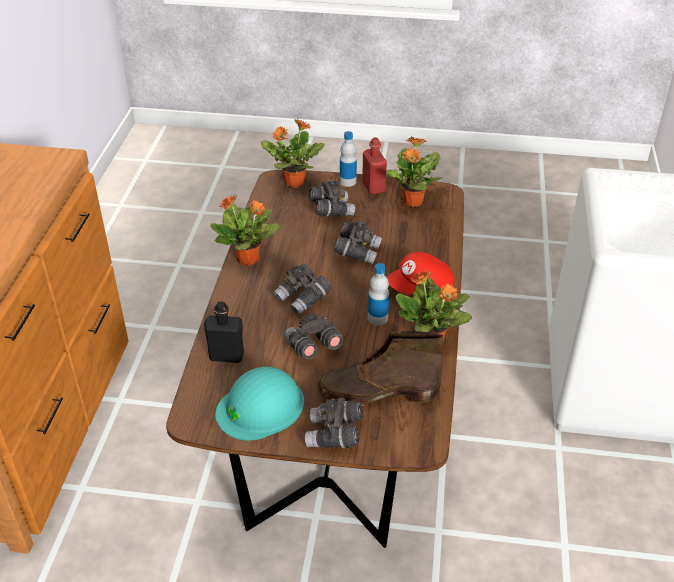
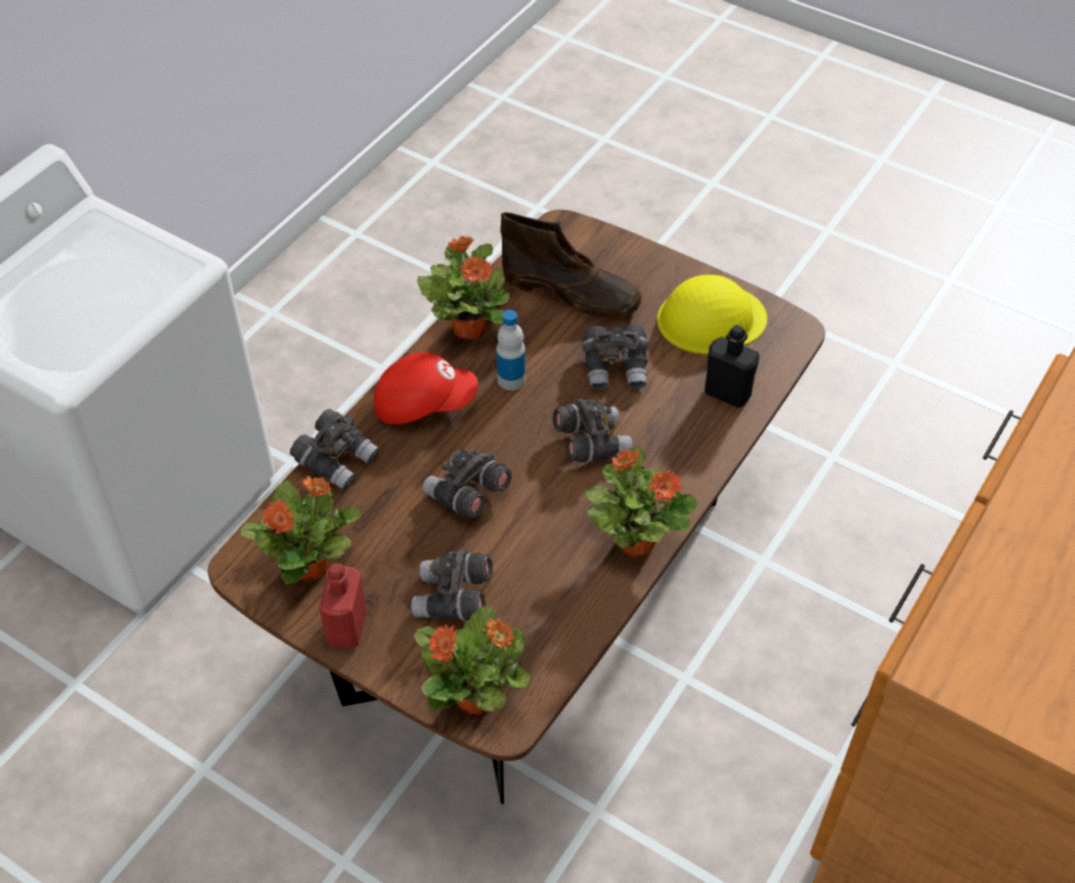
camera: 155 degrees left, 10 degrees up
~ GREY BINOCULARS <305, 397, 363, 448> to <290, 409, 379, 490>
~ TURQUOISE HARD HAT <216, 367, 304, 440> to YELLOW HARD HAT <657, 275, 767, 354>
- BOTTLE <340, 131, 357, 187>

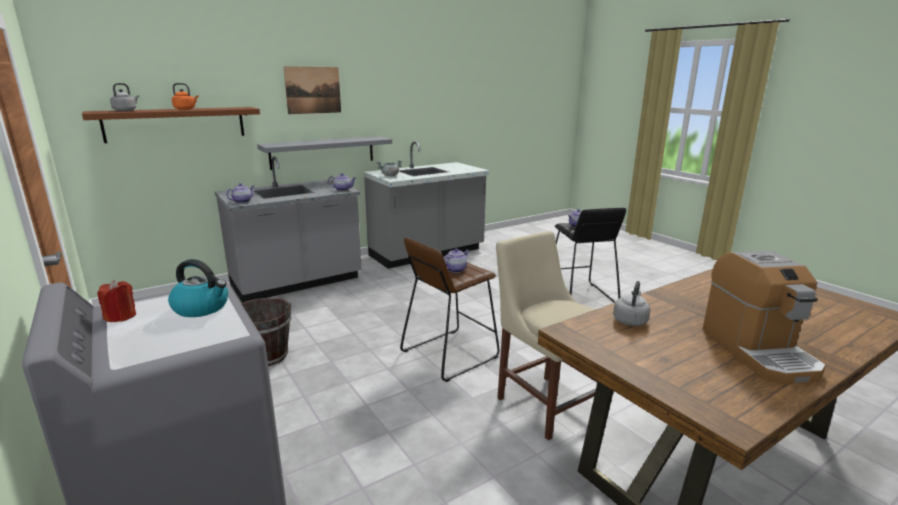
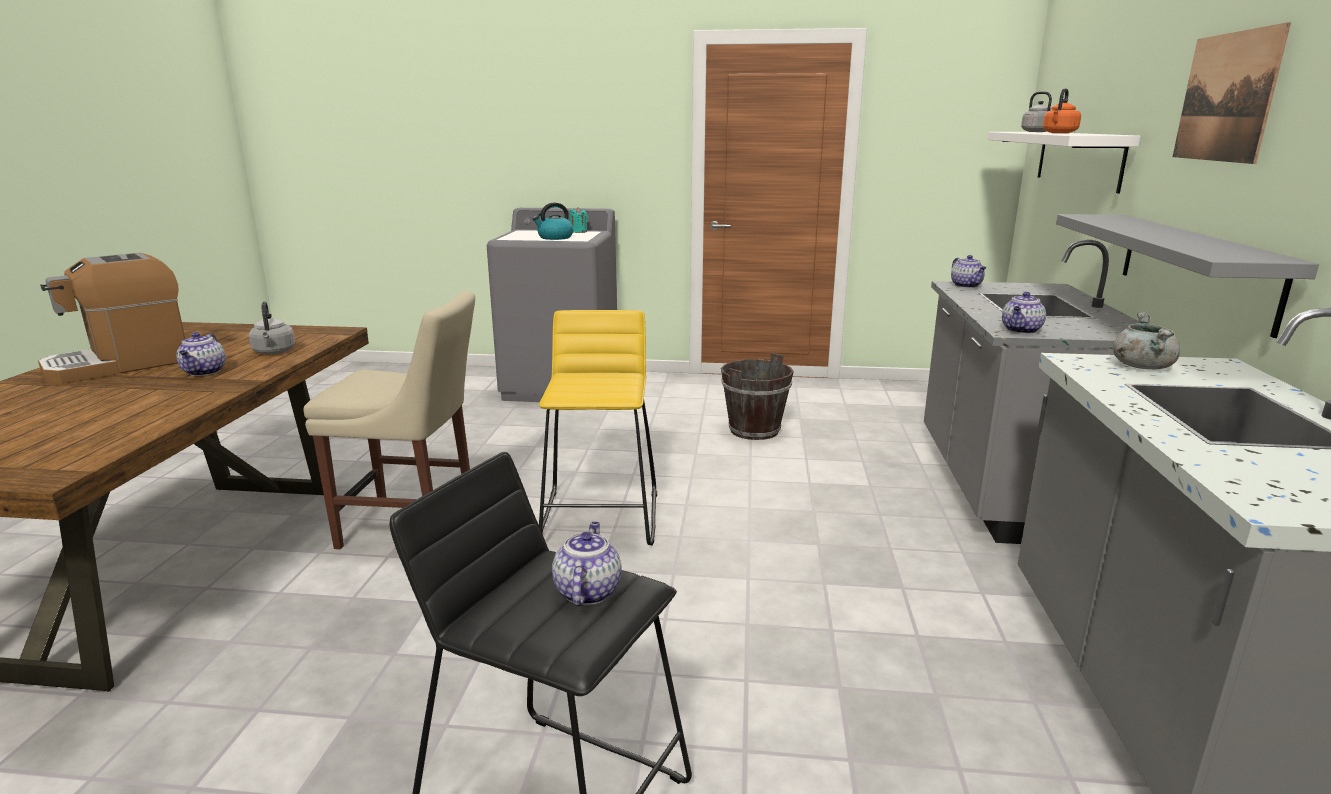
camera: 130 degrees right, 0 degrees up
~ COFFEE MACHINE <702, 251, 826, 384> = <38, 253, 185, 384> 75 degrees counterclockwise
~ TEAPOT <444, 249, 470, 273> to <176, 332, 225, 376>
~ BROWN STOOL <400, 238, 500, 382> to YELLOW STOOL <539, 310, 657, 545>
~ RED CANDLE <97, 280, 136, 322> to TURQUOISE CANDLE <570, 207, 588, 233>
~ BROWN SHELF <82, 107, 260, 143> to WHITE SHELF <988, 132, 1140, 193>

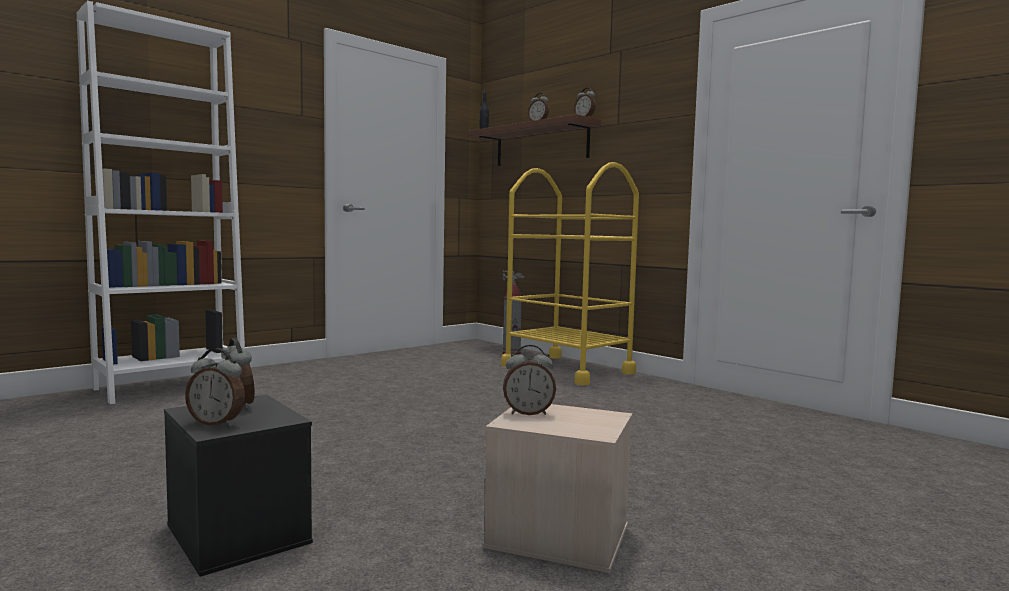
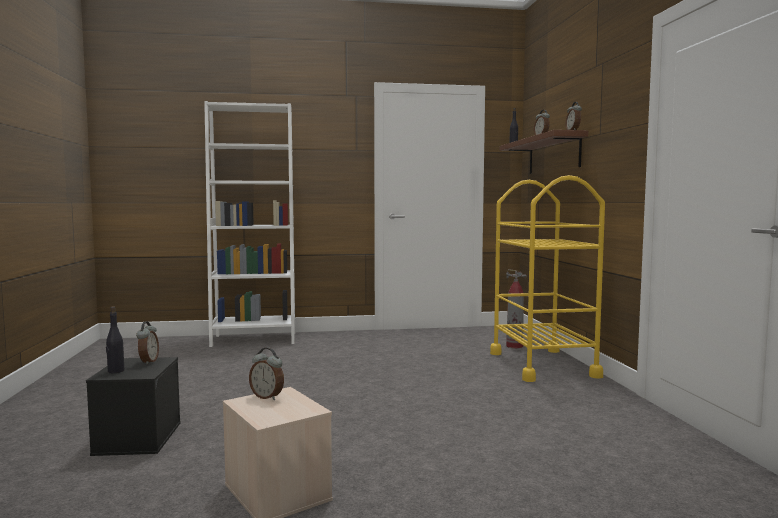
camera: 35 degrees right, 0 degrees up
~ ALARM CLOCK <185, 348, 245, 426> to BLACK BOTTLE <106, 306, 124, 373>

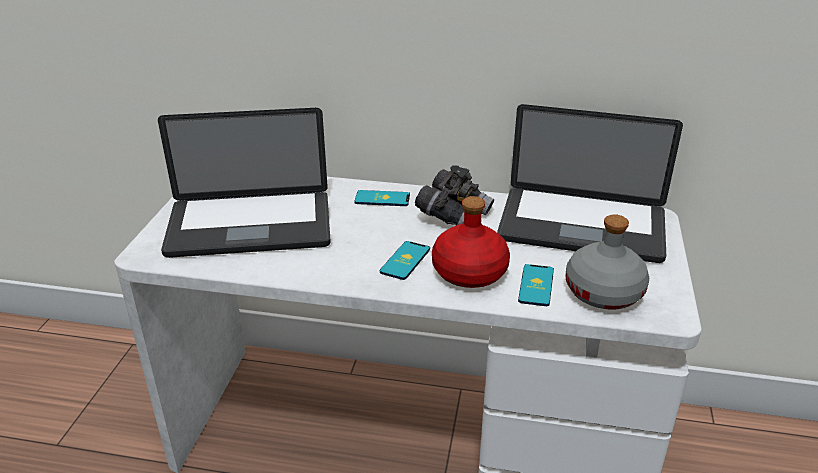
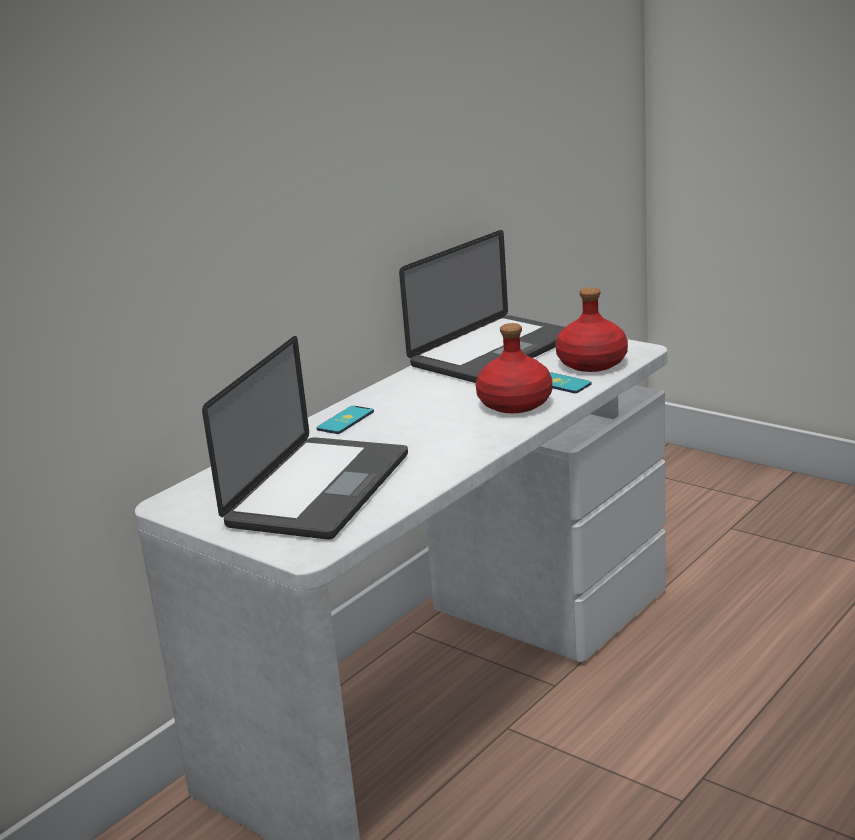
camera: 60 degrees left, 10 degrees down
~ GREY BOTTLE <566, 214, 649, 310> to RED BOTTLE <555, 287, 628, 372>
- PHONE <380, 241, 430, 280>
- GREY BINOCULARS <415, 165, 494, 225>

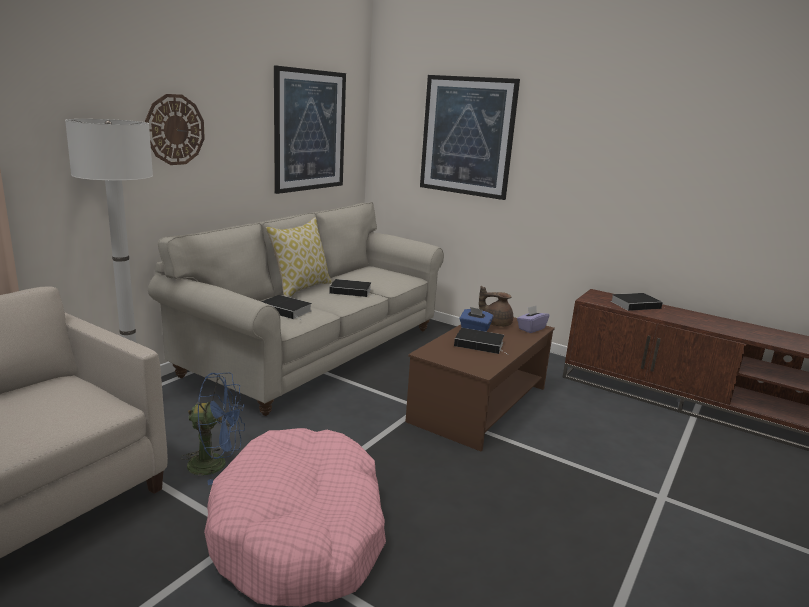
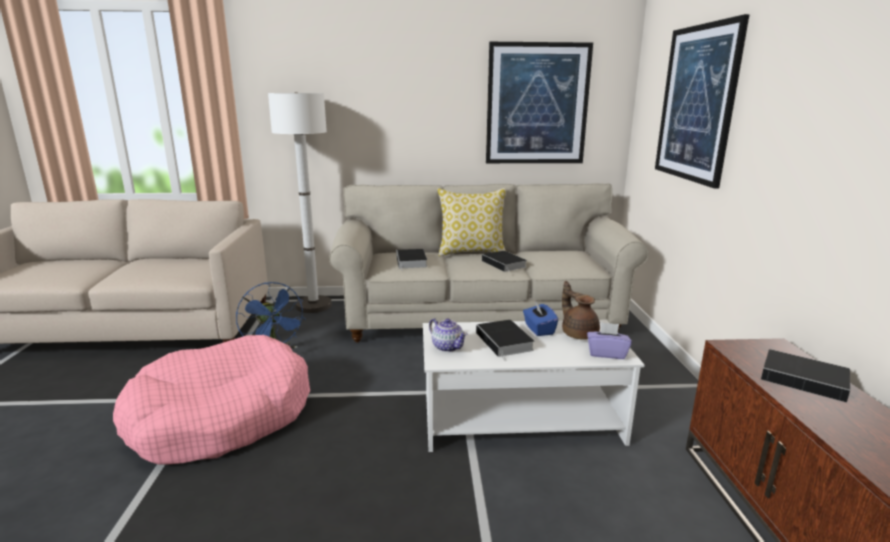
camera: 55 degrees right, 0 degrees up
~ BROWN COFFEE TABLE <405, 317, 555, 451> to WHITE COFFEE TABLE <423, 320, 645, 452>
+ TEAPOT <429, 318, 467, 352>
- WALL CLOCK <145, 94, 205, 165>

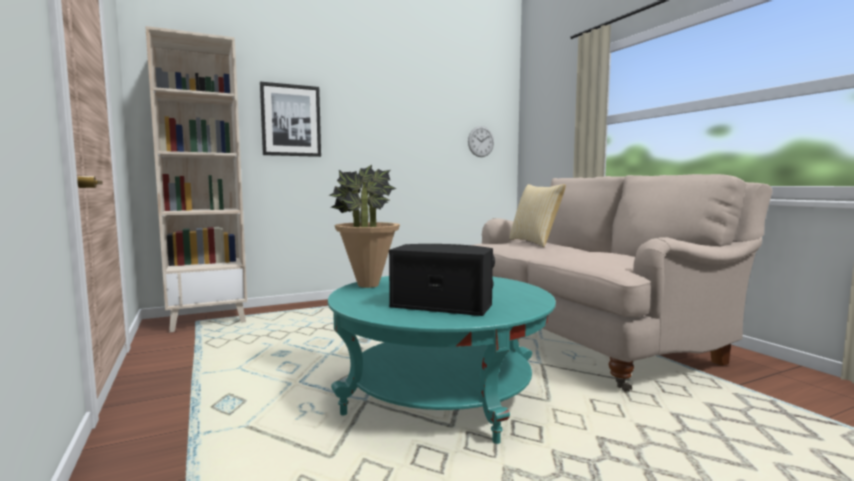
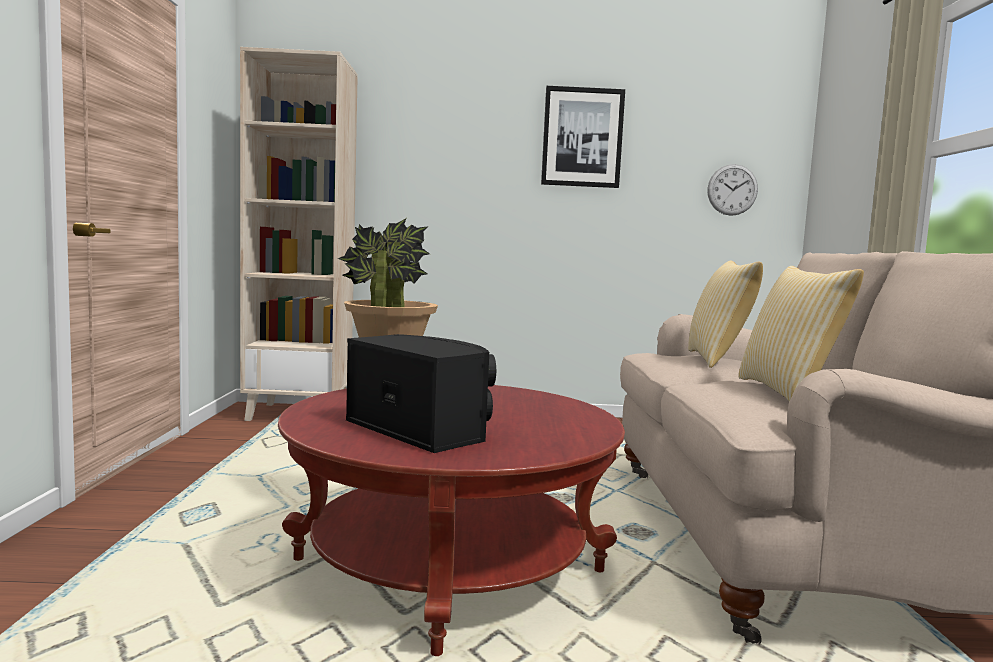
camera: 25 degrees right, 0 degrees up
~ TURQUOISE COFFEE TABLE <328, 276, 556, 444> to RED COFFEE TABLE <278, 385, 625, 656>
~ PICTURE <260, 82, 321, 157> to <541, 86, 625, 188>
+ PILLOW <738, 266, 864, 402>

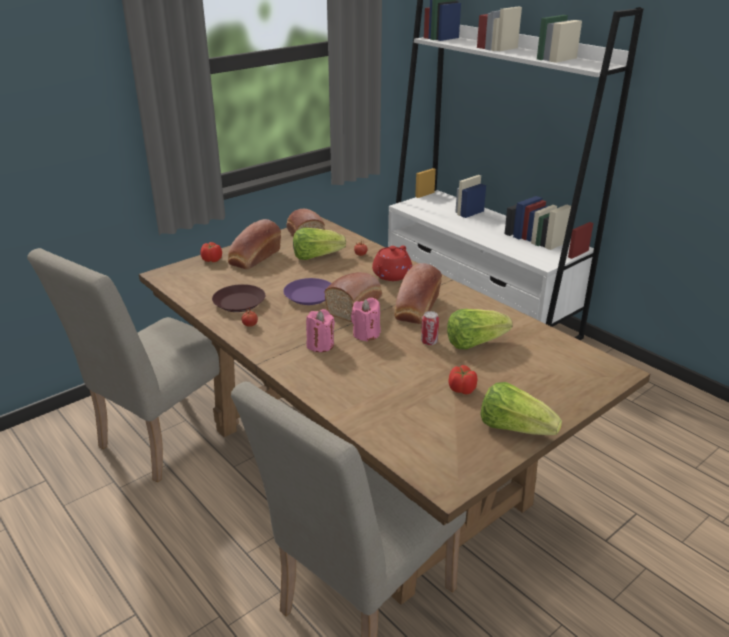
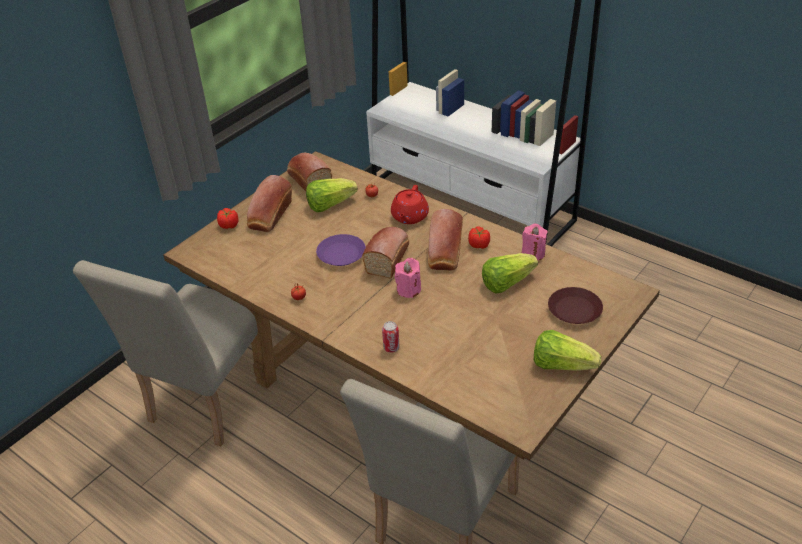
camera: 10 degrees left, 10 degrees up
~ CAN <421, 311, 439, 345> to <382, 321, 400, 353>
~ TOMATO <449, 365, 477, 394> to <468, 226, 490, 249>
~ PINK CANDLE <306, 309, 335, 352> to <522, 224, 548, 260>
~ BROWN PLATE <212, 284, 265, 312> to <548, 287, 603, 324>

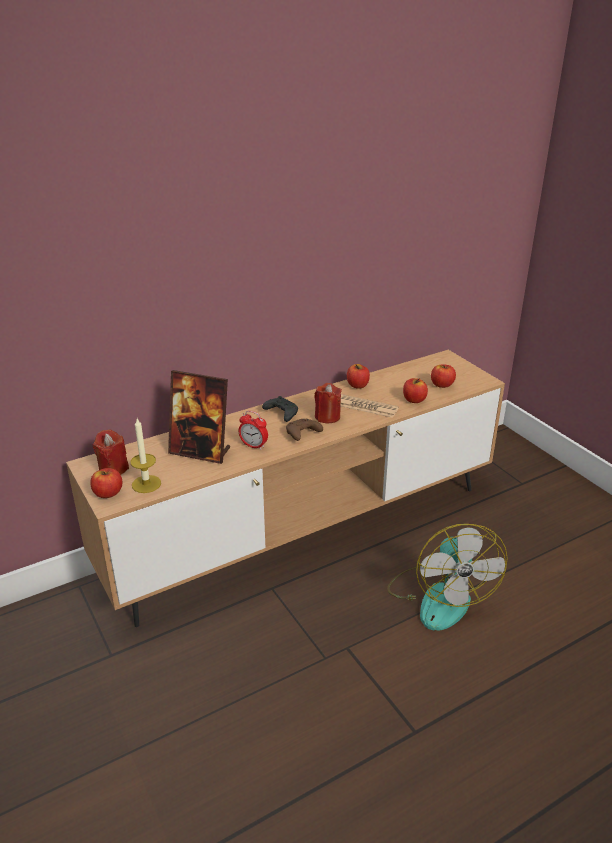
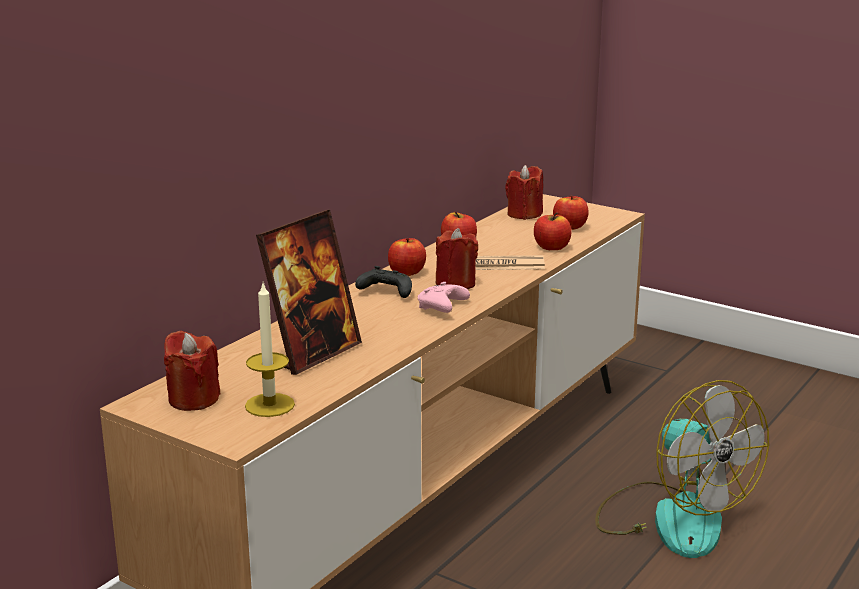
camera: 25 degrees left, 10 degrees down
~ PICTURE FRAME <168, 370, 230, 464> = <256, 210, 362, 375> 45 degrees counterclockwise
~ APPLE <90, 468, 122, 498> to <388, 238, 426, 276>
~ BROWN GAME CONTROLLER <286, 419, 323, 441> to PINK GAME CONTROLLER <418, 282, 470, 313>
+ RED CANDLE <505, 165, 543, 220>
- ALARM CLOCK <238, 411, 268, 450>

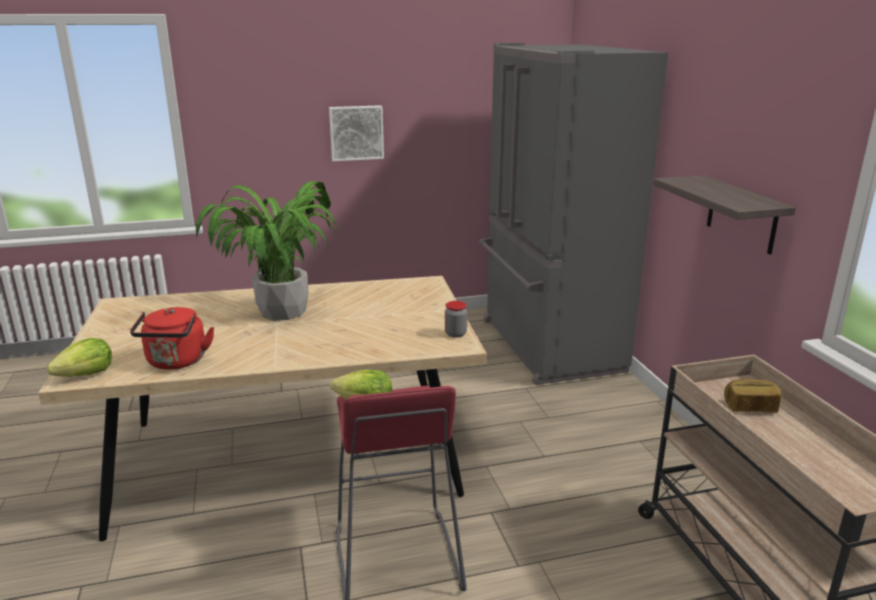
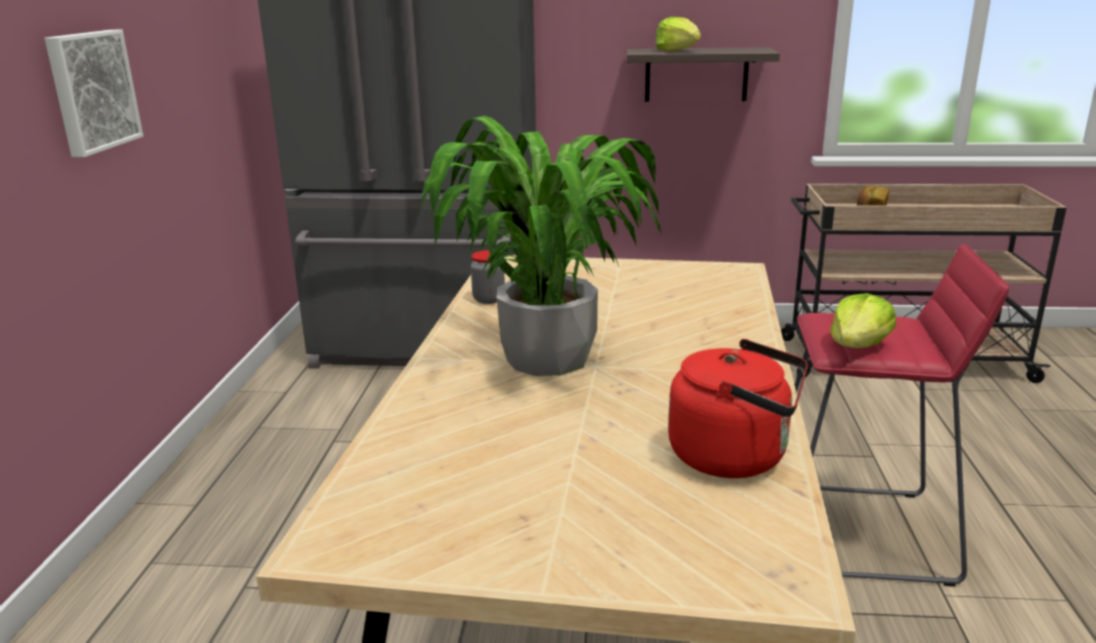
camera: 70 degrees left, 0 degrees up
~ JAR <445, 301, 467, 338> to <471, 250, 505, 304>
~ LETTUCE <46, 338, 112, 377> to <656, 17, 701, 51>

